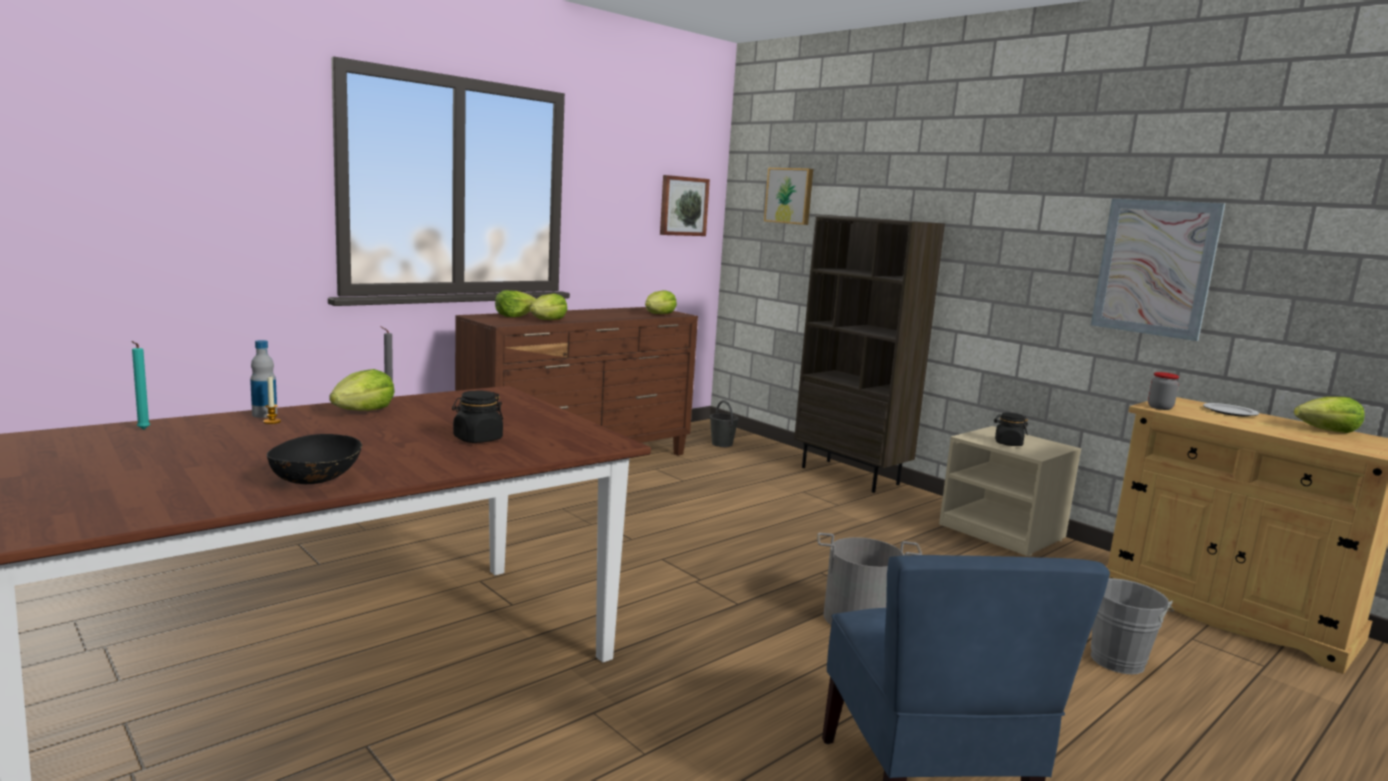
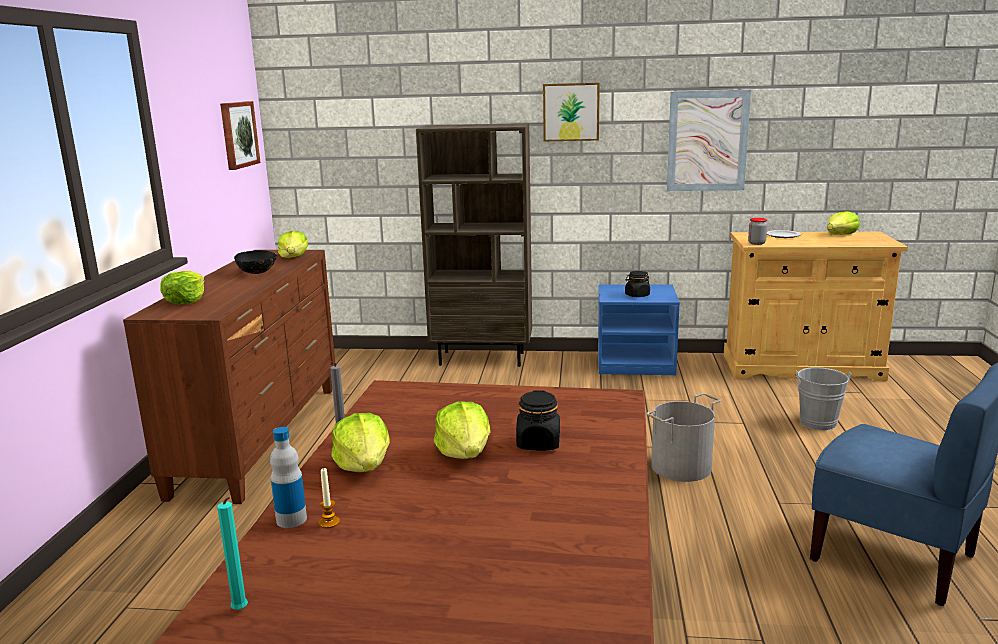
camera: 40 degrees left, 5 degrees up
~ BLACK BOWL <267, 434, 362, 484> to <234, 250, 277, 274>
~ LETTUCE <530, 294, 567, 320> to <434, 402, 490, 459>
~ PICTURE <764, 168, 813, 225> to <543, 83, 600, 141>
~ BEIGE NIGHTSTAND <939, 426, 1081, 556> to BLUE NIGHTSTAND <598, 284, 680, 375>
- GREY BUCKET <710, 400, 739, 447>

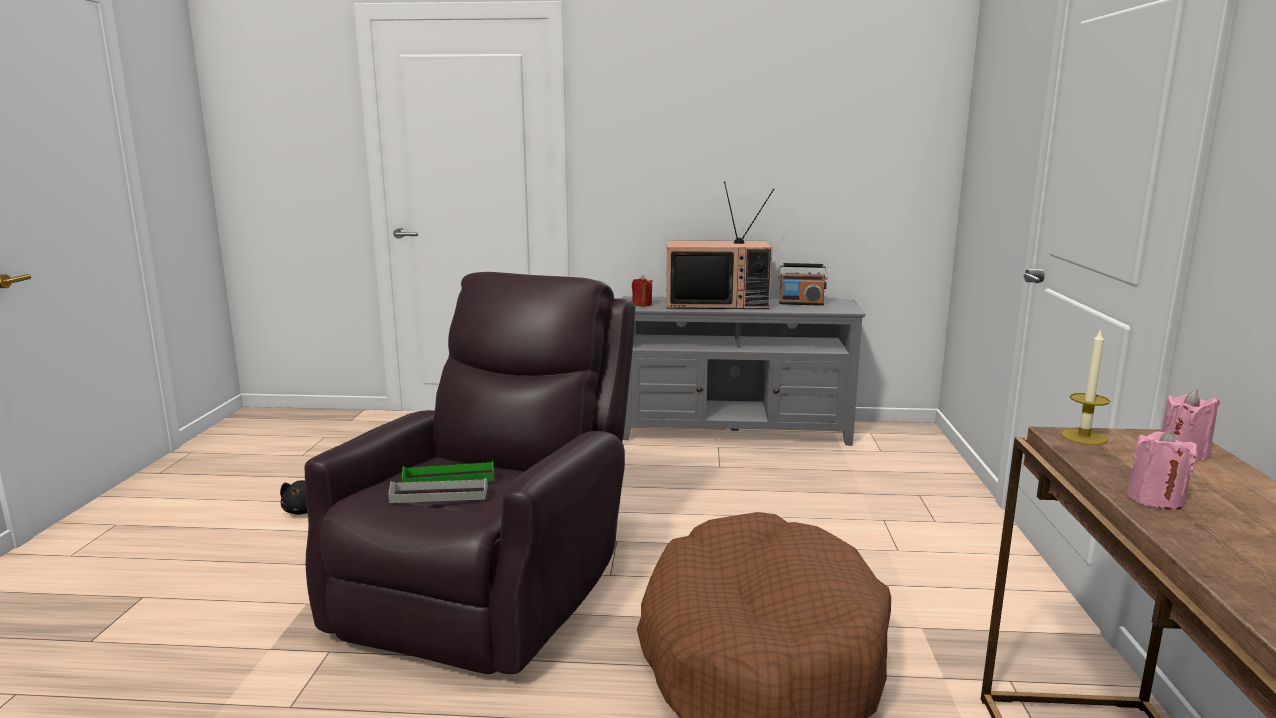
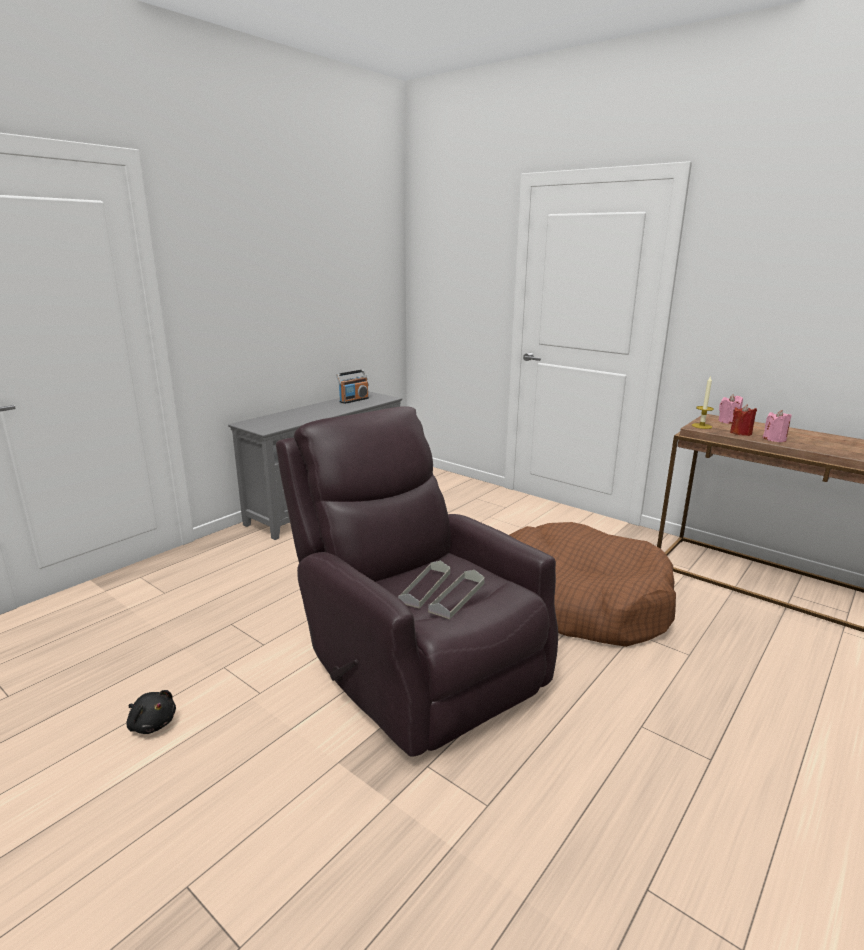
camera: 55 degrees left, 5 degrees up
~ GREEN TRAY <402, 460, 494, 482> to GREY TRAY <398, 561, 450, 609>
~ RED CANDLE <632, 275, 653, 306> to <730, 404, 757, 436>
- TELEVISION <666, 182, 774, 309>

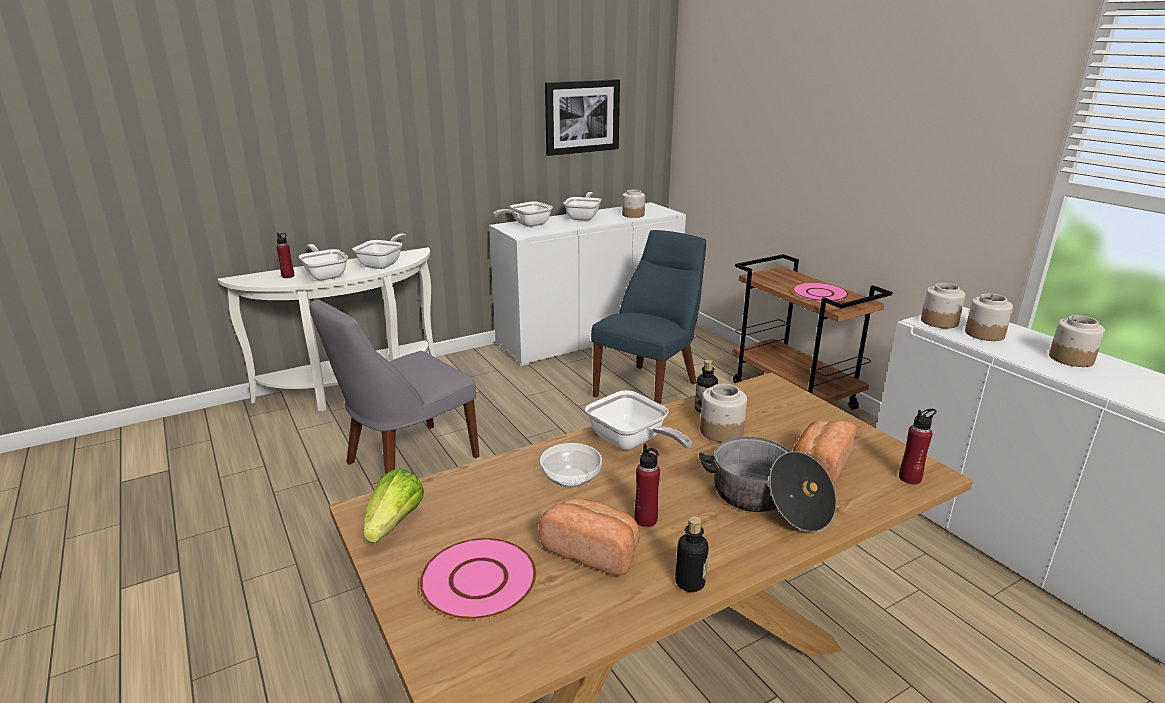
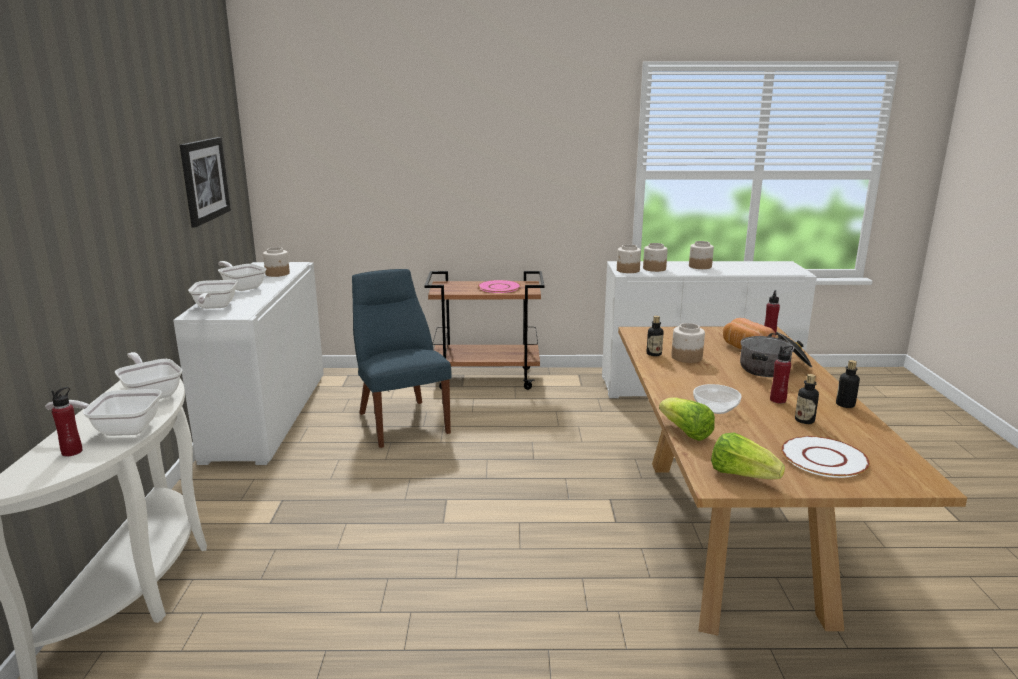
camera: 60 degrees left, 5 degrees down
+ LETTUCE <659, 397, 715, 441>
~ PINK PLATE <419, 538, 537, 620> to WHITE PLATE <781, 436, 870, 478>
~ BREAD <539, 497, 640, 576> to BOTTLE <795, 374, 819, 424>
- GREY CHAIR <309, 299, 480, 474>
- FRYING PAN <585, 390, 692, 450>

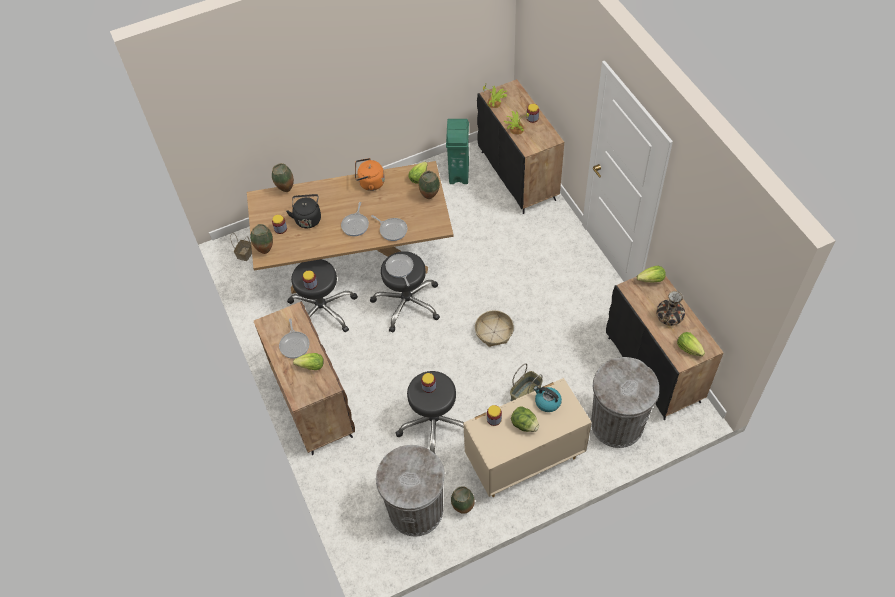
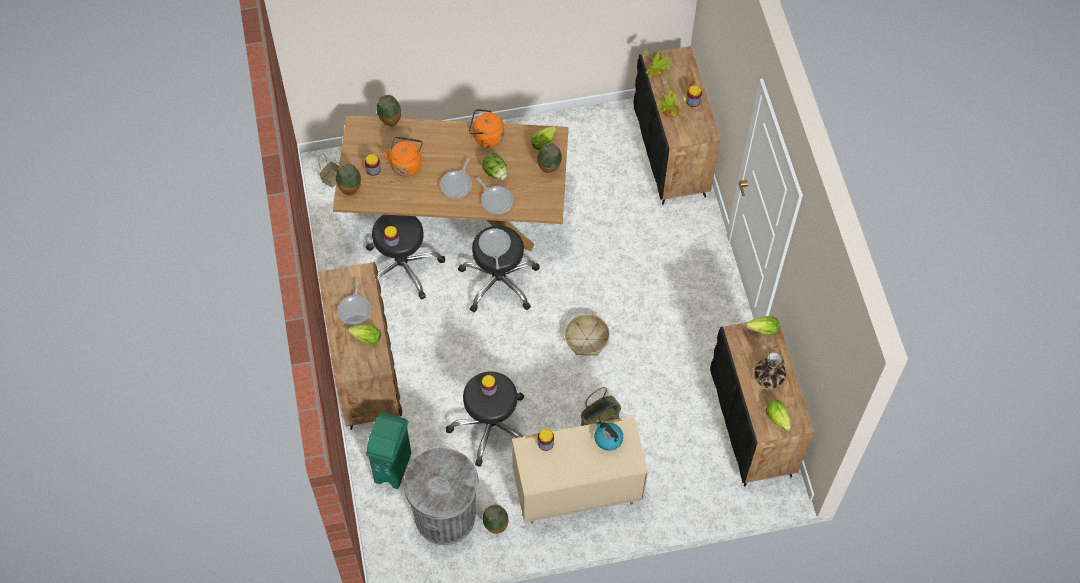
camera: 10 degrees right, 5 degrees up
~ GREEN TRASH CAN <446, 119, 469, 184> to <366, 412, 411, 489>
~ BLACK KETTLE <286, 194, 321, 228> to ORANGE KETTLE <383, 137, 423, 177>
~ LETTUCE <511, 406, 539, 432> to <482, 153, 507, 180>
- GREY TRASH CAN <591, 357, 659, 448>

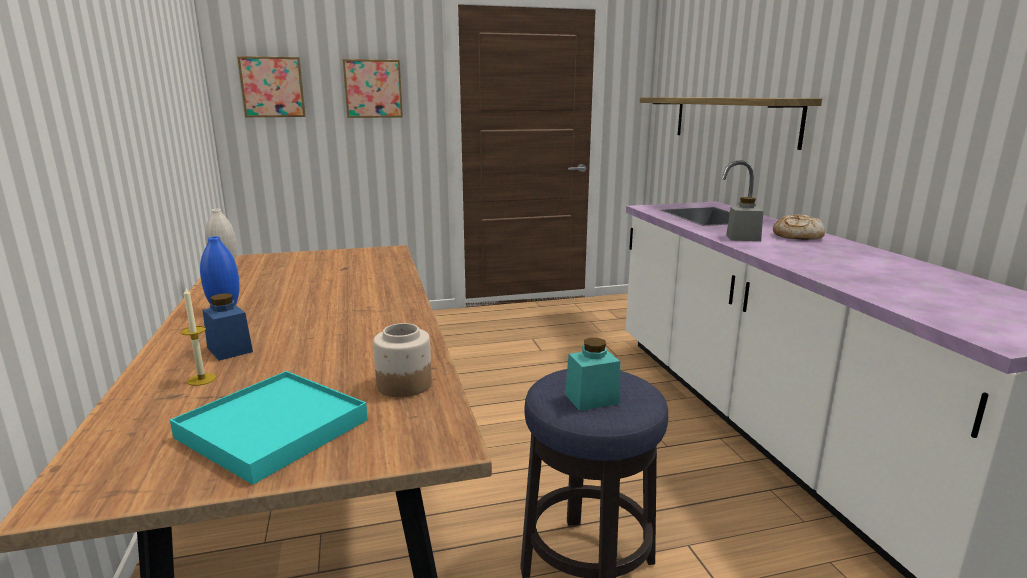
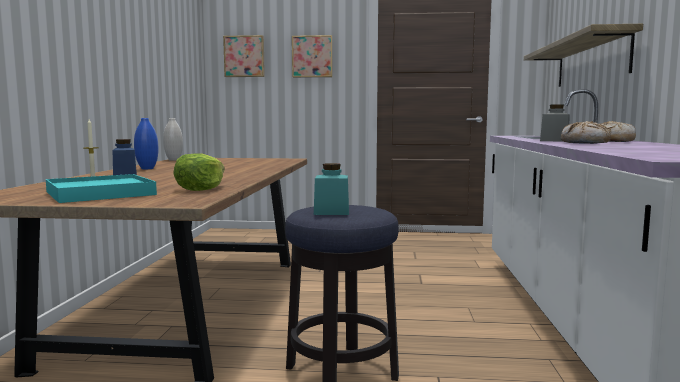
camera: 20 degrees right, 10 degrees down
~ JAR <373, 323, 432, 397> to LETTUCE <173, 154, 225, 191>
+ BREAD <561, 121, 611, 144>

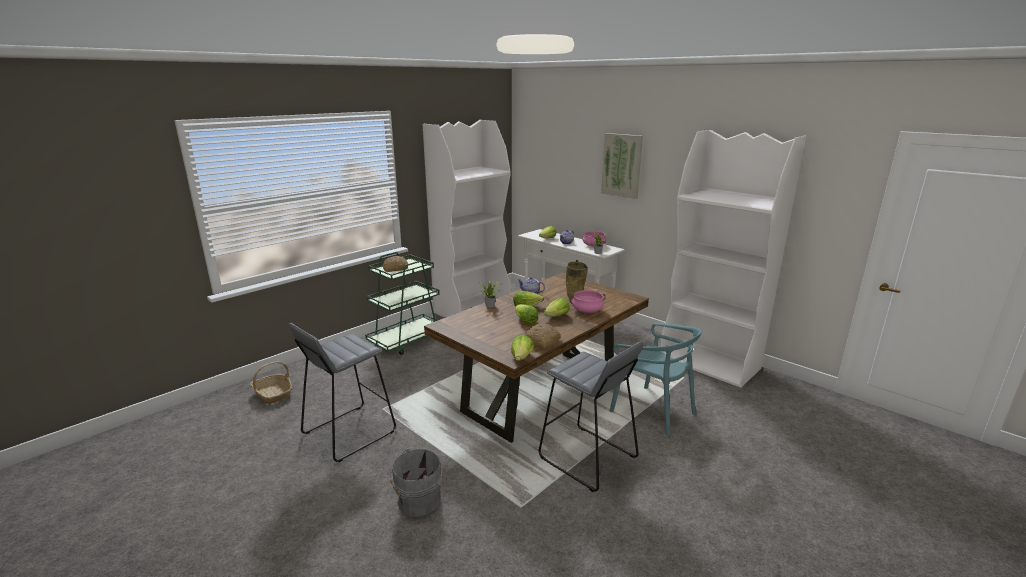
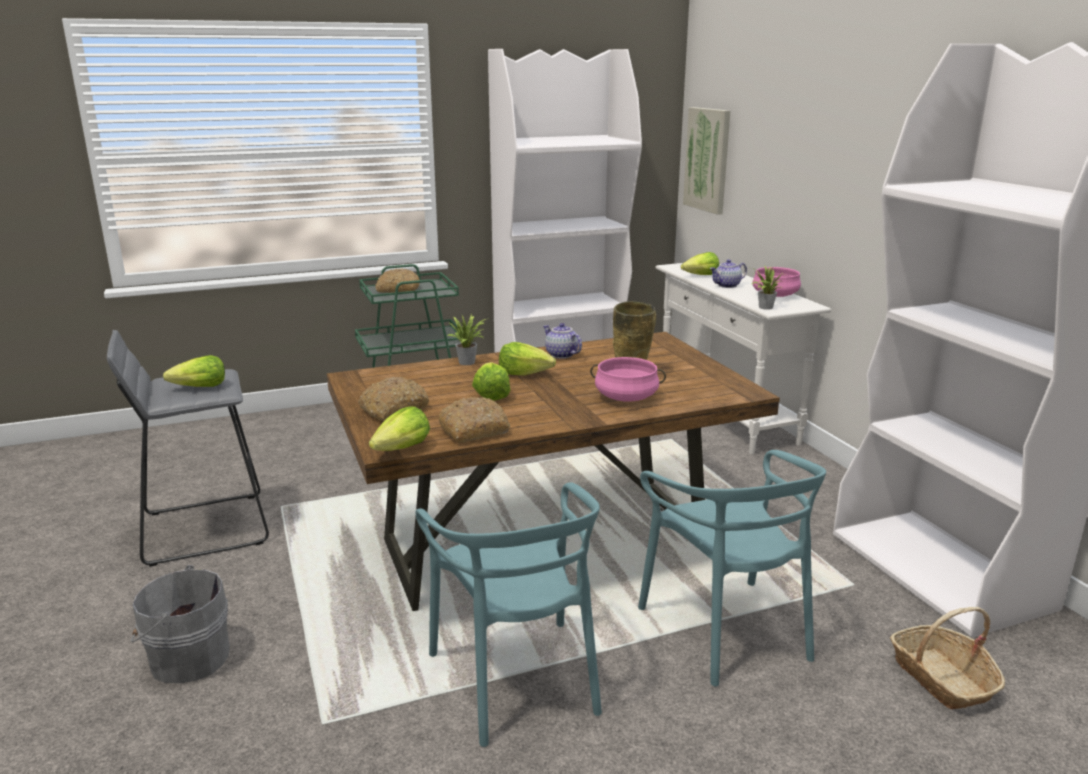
camera: 25 degrees right, 0 degrees up
~ LETTUCE <543, 298, 570, 317> to <163, 355, 225, 387>
+ BREAD <358, 377, 429, 421>
~ GREY STOOL <539, 341, 644, 492> to TURQUOISE CHAIR <416, 482, 602, 747>
~ PICTURE <601, 133, 643, 199> to <683, 107, 730, 215>
~ BASKET <250, 362, 292, 404> to <890, 607, 1005, 709>

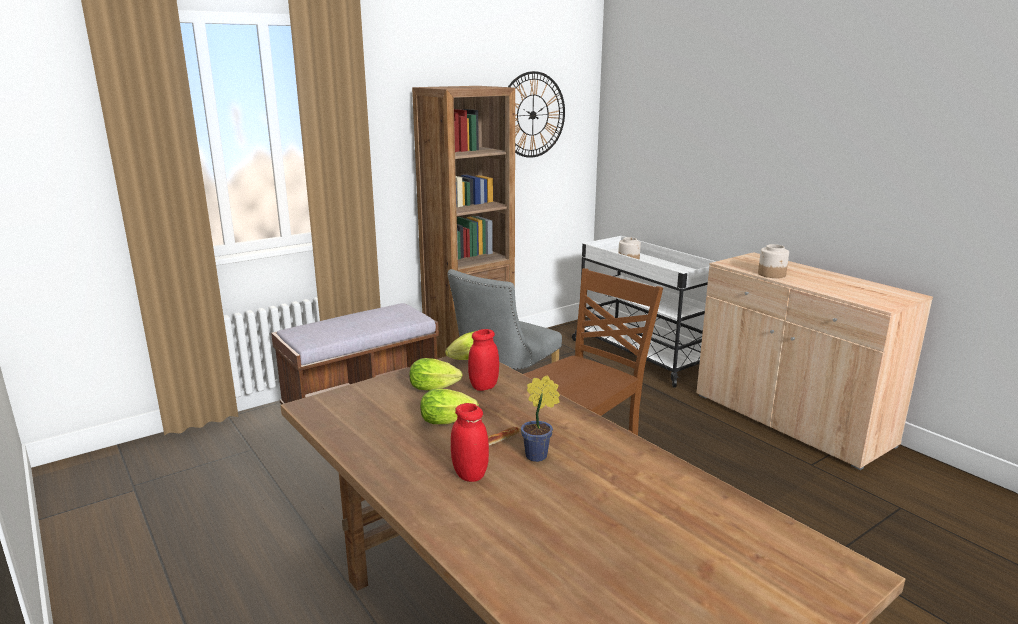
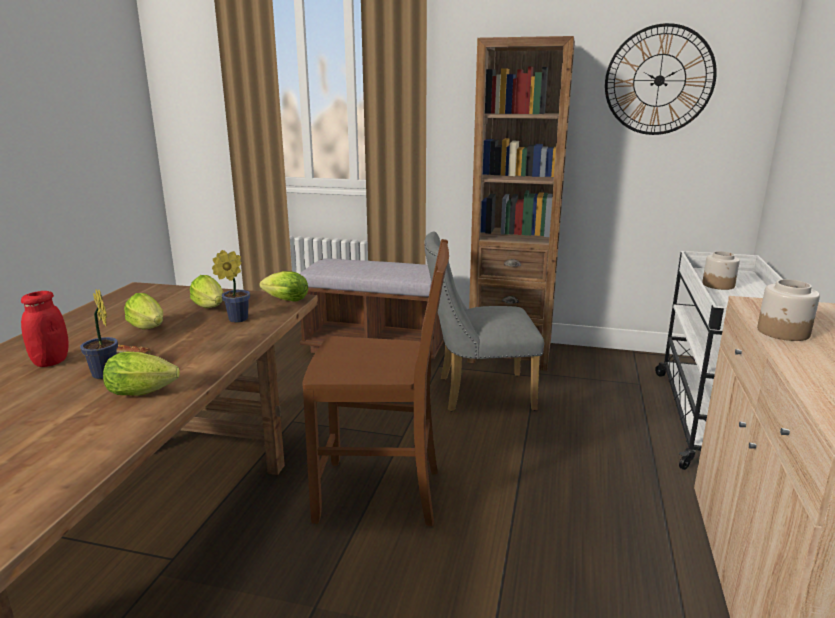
camera: 50 degrees right, 0 degrees up
+ LETTUCE <103, 352, 180, 395>
~ RED JAR <468, 329, 499, 391> to POTTED PLANT <212, 250, 250, 323>

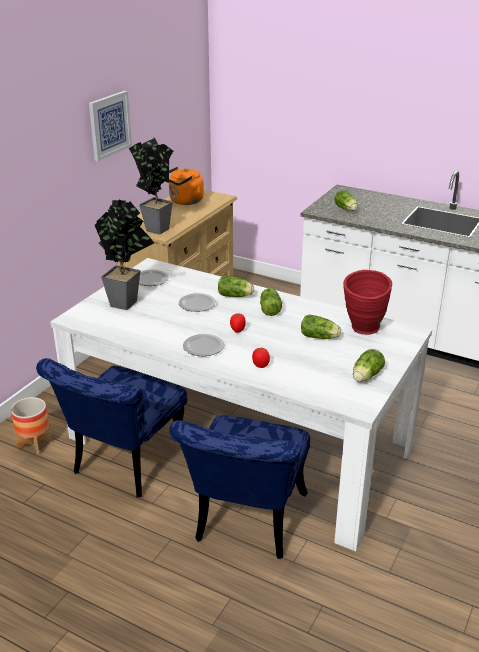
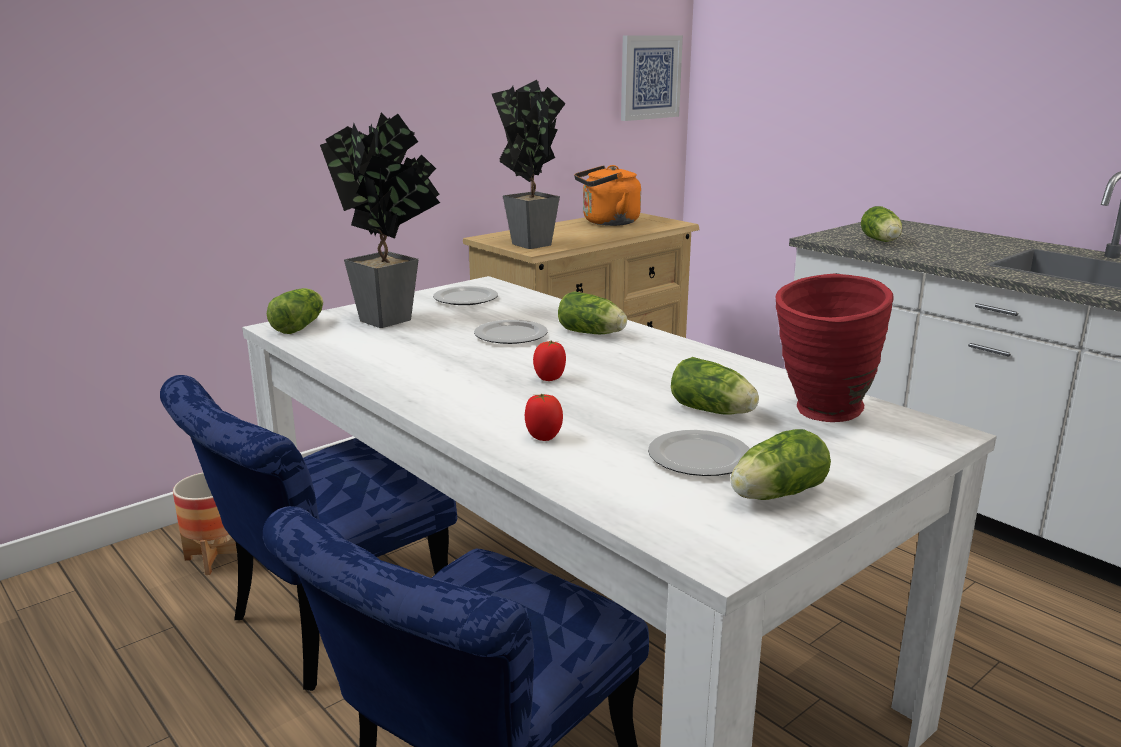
camera: 20 degrees right, 10 degrees down
~ LETTUCE <260, 288, 282, 316> to <267, 288, 323, 334>
~ PICTURE <89, 91, 132, 161> to <621, 35, 683, 121>
~ PLATE <183, 334, 225, 356> to <648, 430, 750, 476>

